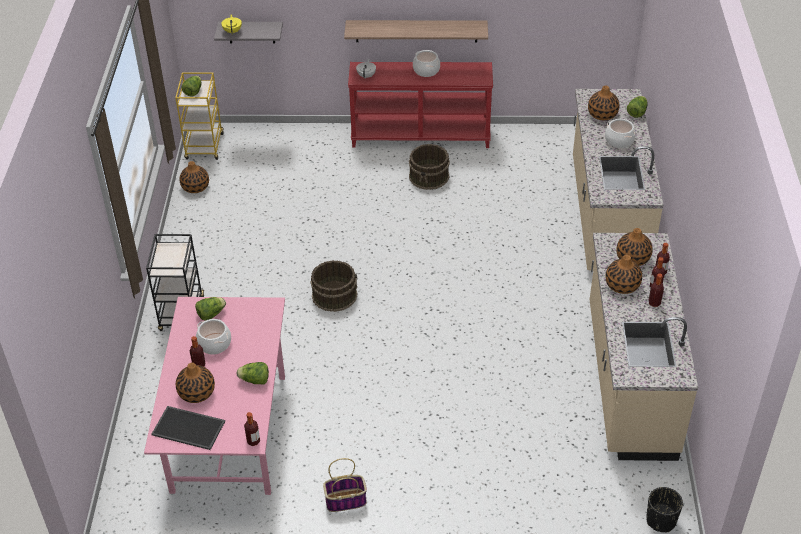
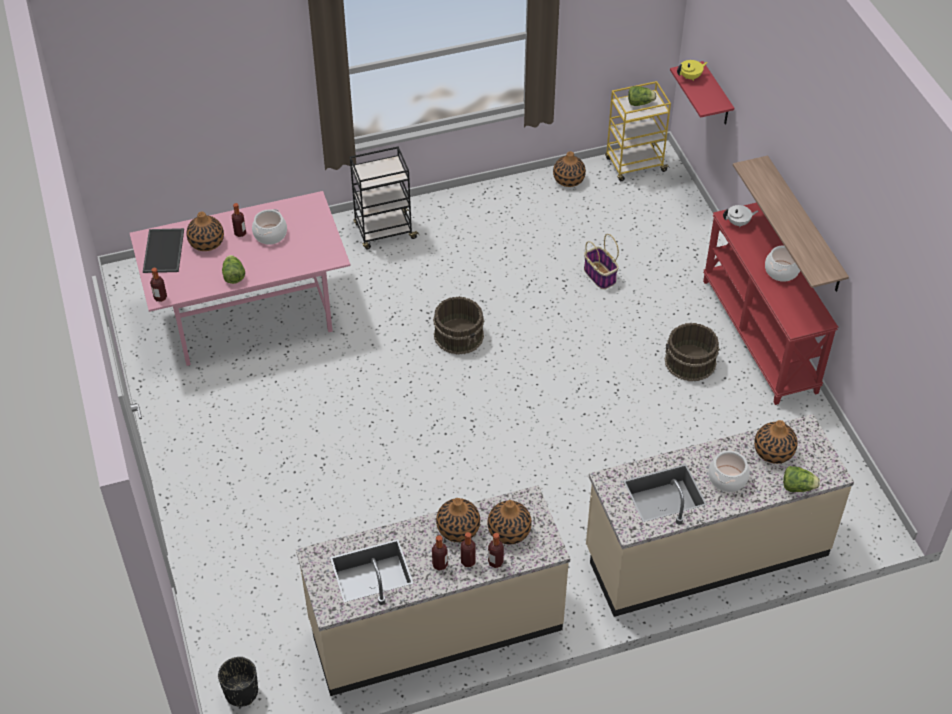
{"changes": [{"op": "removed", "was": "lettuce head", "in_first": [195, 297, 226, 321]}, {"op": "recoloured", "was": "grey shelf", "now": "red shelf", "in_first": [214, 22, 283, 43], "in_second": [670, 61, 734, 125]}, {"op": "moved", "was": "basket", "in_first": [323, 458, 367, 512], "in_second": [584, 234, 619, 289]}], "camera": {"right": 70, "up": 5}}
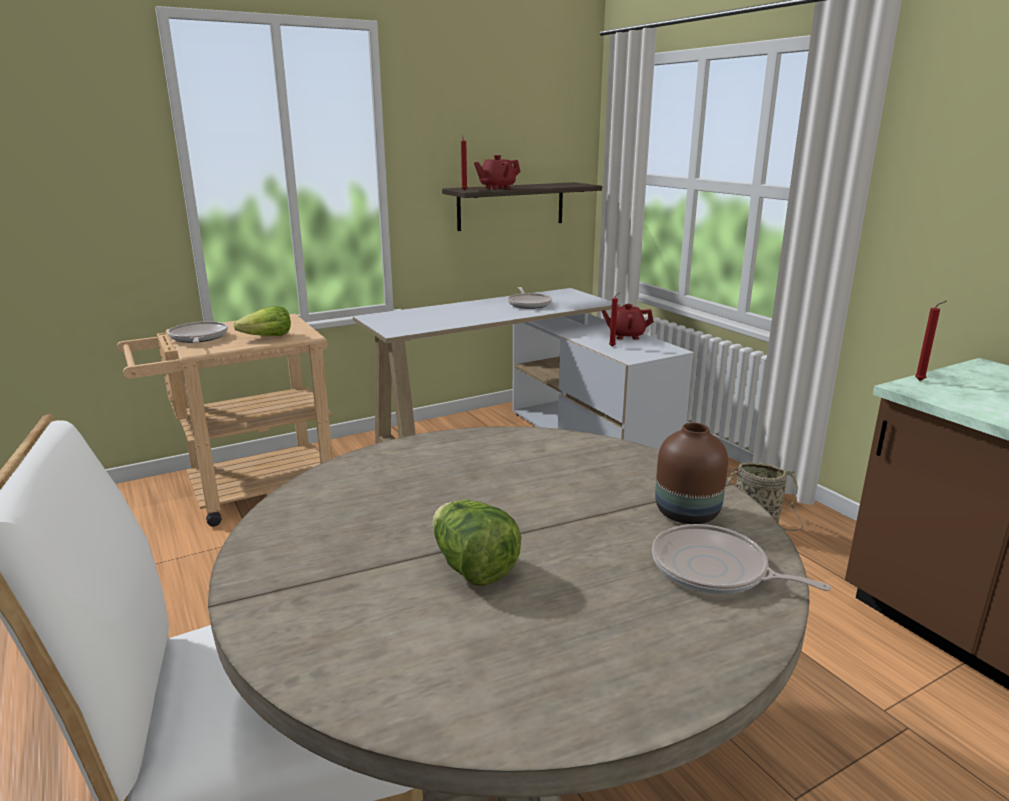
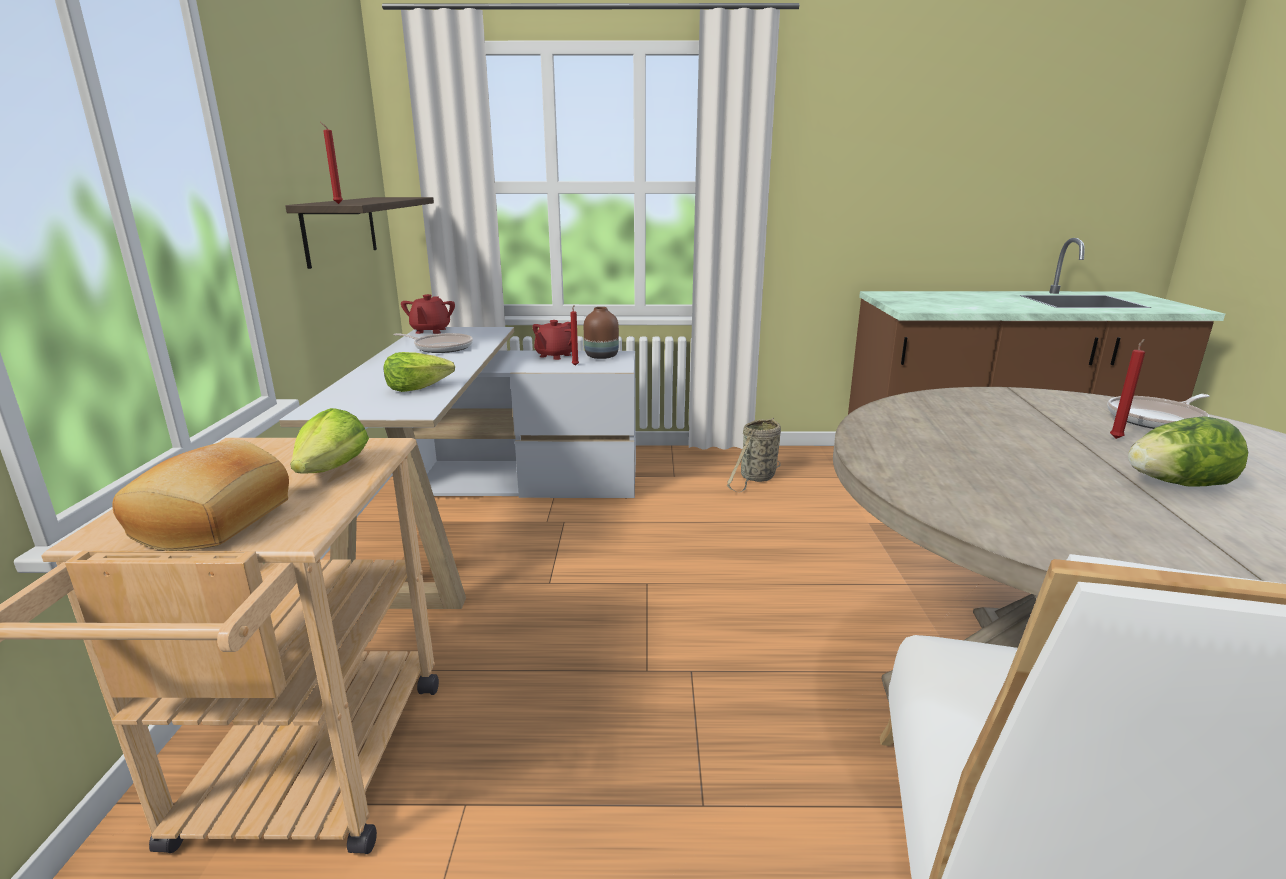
{"changes": [{"op": "replaced", "was": "skillet", "now": "baked bread", "in_first": [168, 321, 228, 343], "in_second": [112, 440, 289, 551]}, {"op": "moved", "was": "red tea pot", "in_first": [474, 155, 520, 190], "in_second": [401, 294, 455, 334]}, {"op": "moved", "was": "brownish decorative vase", "in_first": [655, 423, 728, 524], "in_second": [584, 307, 619, 359]}, {"op": "moved", "was": "red candle", "in_first": [915, 301, 947, 381], "in_second": [1110, 339, 1145, 439]}, {"op": "added", "now": "lettuce head", "in_second": [384, 352, 455, 392]}], "camera": {"right": -60, "up": 0}}
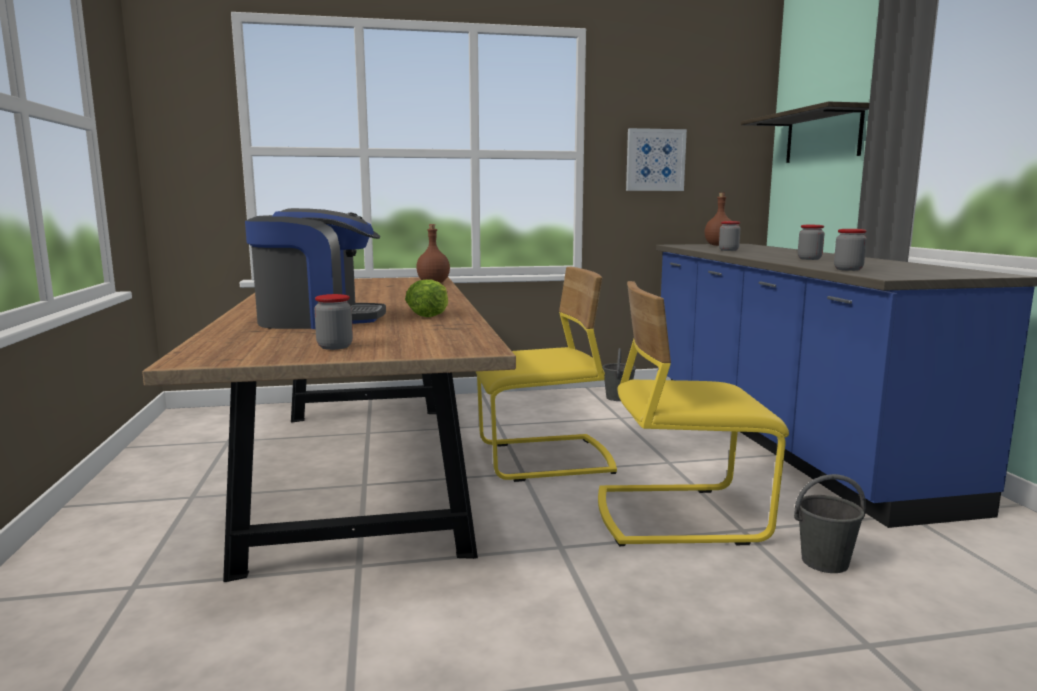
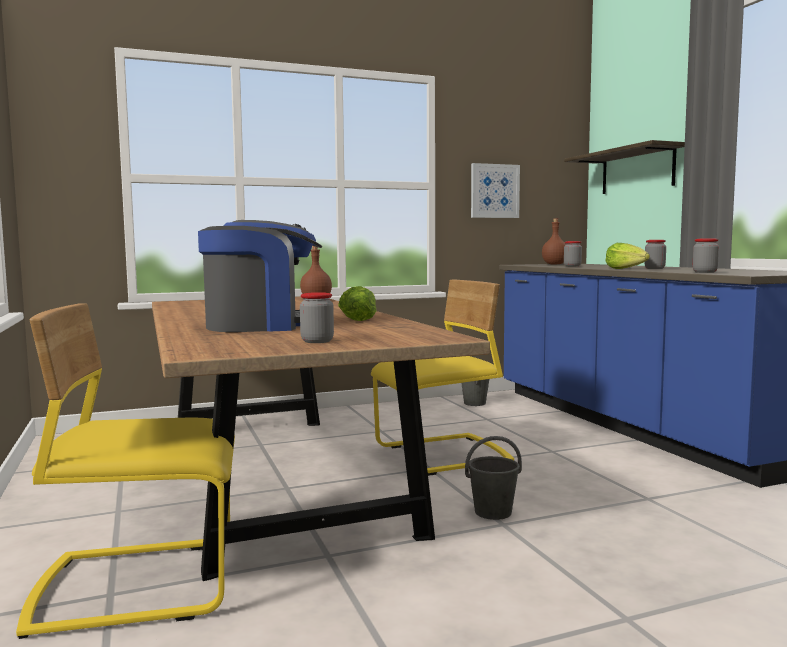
{"changes": [{"op": "moved", "was": "yellow upright chair", "in_first": [598, 281, 789, 547], "in_second": [16, 303, 235, 639]}, {"op": "moved", "was": "grey bucket", "in_first": [794, 474, 866, 573], "in_second": [465, 436, 522, 520]}, {"op": "added", "now": "lettuce head", "in_second": [606, 243, 650, 269]}], "camera": {"right": -10, "up": -5}}
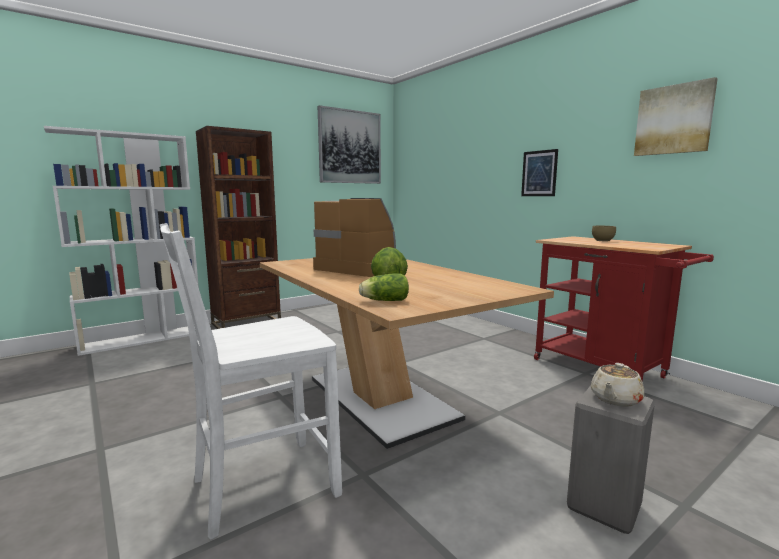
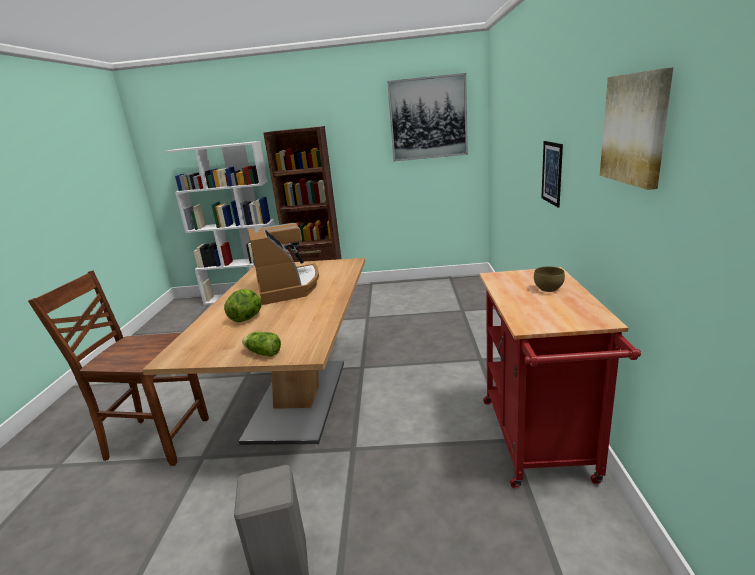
{"changes": [{"op": "recoloured", "was": "whitish upright chair", "now": "brownish upright chair", "in_first": [160, 223, 342, 540], "in_second": [28, 270, 209, 466]}, {"op": "moved", "was": "lettuce head", "in_first": [359, 273, 409, 301], "in_second": [242, 332, 281, 357]}, {"op": "removed", "was": "beige tea pot", "in_first": [591, 363, 644, 407]}], "camera": {"right": 40, "up": 10}}
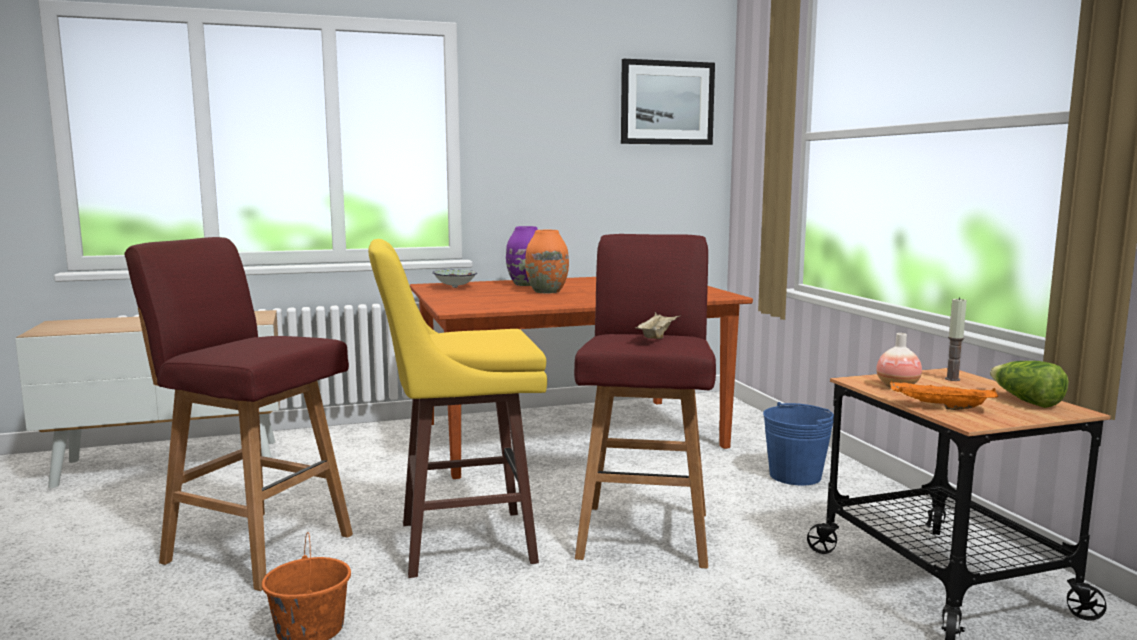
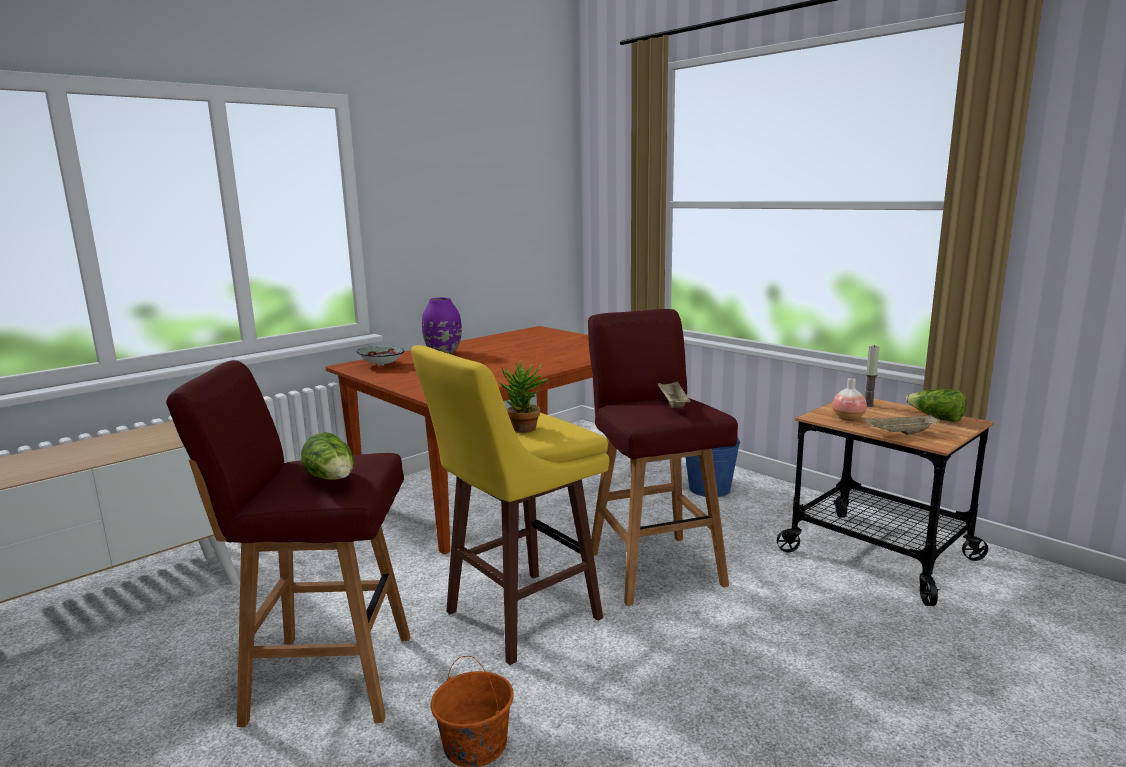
{"changes": [{"op": "removed", "was": "orangey decorative vase", "in_first": [525, 230, 569, 293]}, {"op": "removed", "was": "picture", "in_first": [621, 59, 715, 145]}, {"op": "recoloured", "was": "orangey carrying tray", "now": "beige carrying tray", "in_first": [890, 381, 998, 410], "in_second": [864, 414, 940, 435]}, {"op": "added", "now": "lettuce head", "in_second": [301, 432, 354, 480]}, {"op": "added", "now": "houseplant", "in_second": [499, 360, 548, 433]}], "camera": {"right": -25, "up": 5}}
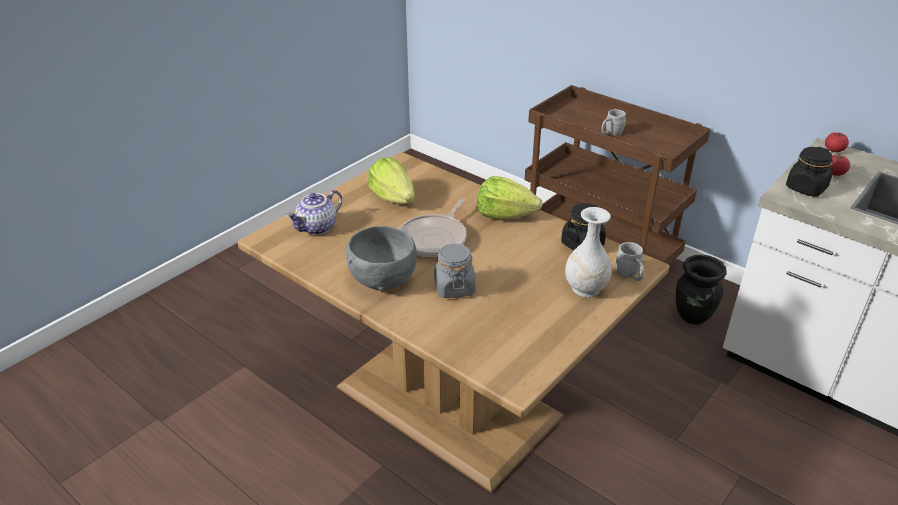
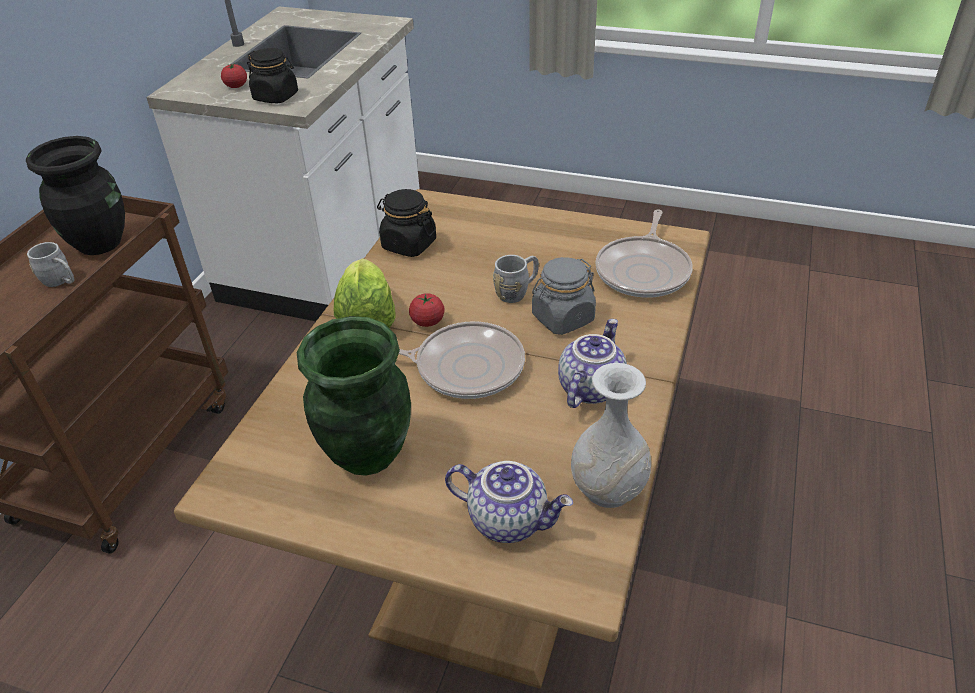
{"changes": [{"op": "replaced", "was": "grey deep dish", "now": "tea pot", "in_first": [346, 226, 417, 290], "in_second": [558, 319, 627, 408]}, {"op": "replaced", "was": "lettuce head", "now": "green decorative vase", "in_first": [368, 157, 415, 204], "in_second": [297, 316, 411, 476]}, {"op": "moved", "was": "whitish decorative vase", "in_first": [565, 207, 612, 297], "in_second": [571, 363, 651, 508]}, {"op": "moved", "was": "grey coffee mug", "in_first": [615, 242, 644, 281], "in_second": [493, 255, 539, 303]}, {"op": "moved", "was": "black-coloured decorative vase", "in_first": [676, 254, 727, 325], "in_second": [26, 136, 125, 255]}, {"op": "moved", "was": "whole tomato", "in_first": [825, 132, 849, 152], "in_second": [409, 293, 445, 327]}, {"op": "added", "now": "skillet", "in_second": [595, 209, 693, 298]}], "camera": {"right": -110, "up": 5}}
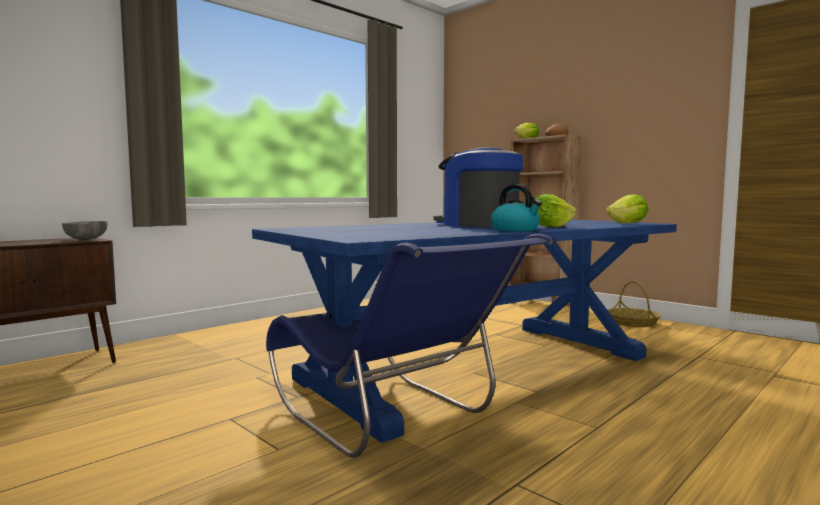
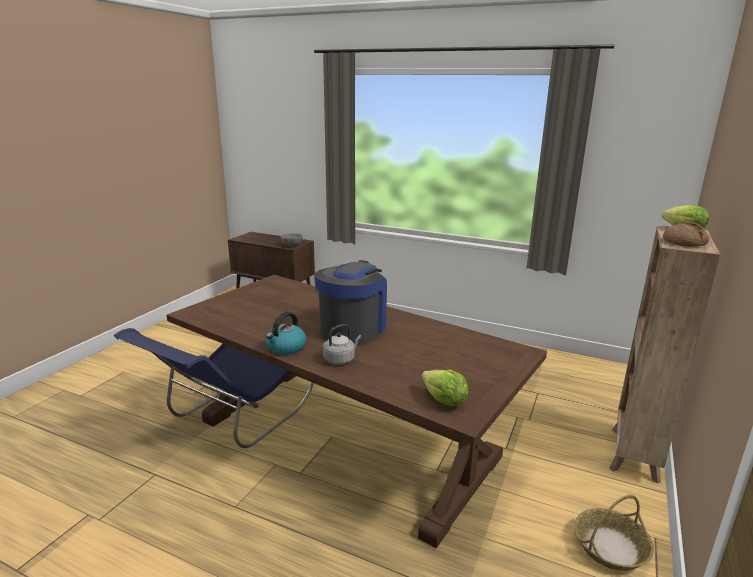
{"changes": [{"op": "recoloured", "was": "bluish kitchen table", "now": "brownish kitchen table", "in_first": [252, 220, 677, 443], "in_second": [167, 275, 547, 548]}, {"op": "replaced", "was": "lettuce head", "now": "grey kettle", "in_first": [532, 194, 577, 227], "in_second": [323, 324, 361, 365]}], "camera": {"right": 70, "up": 15}}
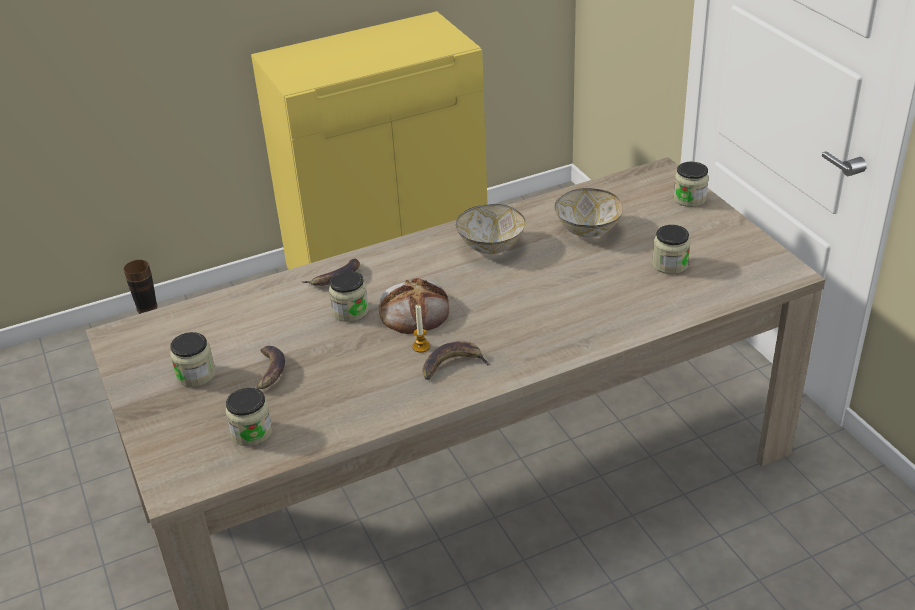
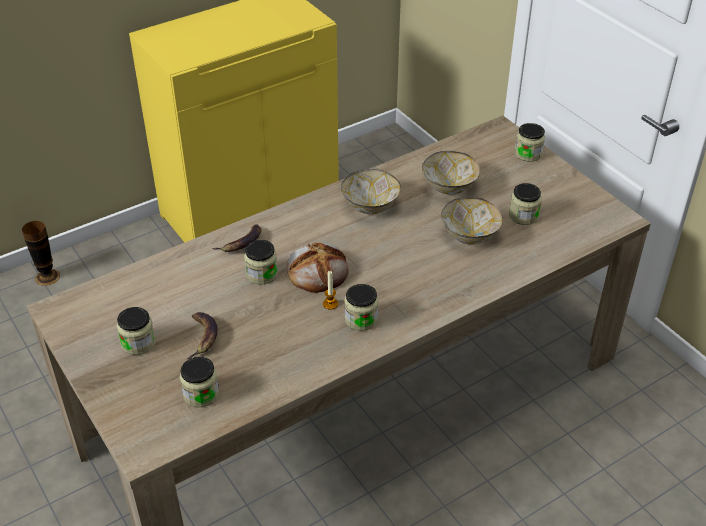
{"changes": [{"op": "replaced", "was": "banana fruit", "now": "jar", "in_first": [422, 341, 491, 380], "in_second": [344, 284, 378, 331]}, {"op": "added", "now": "deep dish", "in_second": [441, 197, 503, 245]}], "camera": {"right": -10, "up": 5}}
